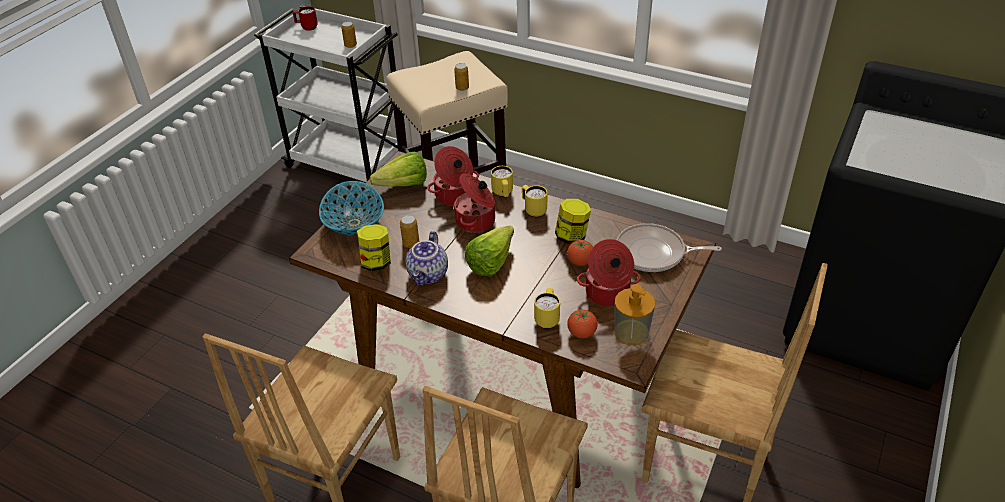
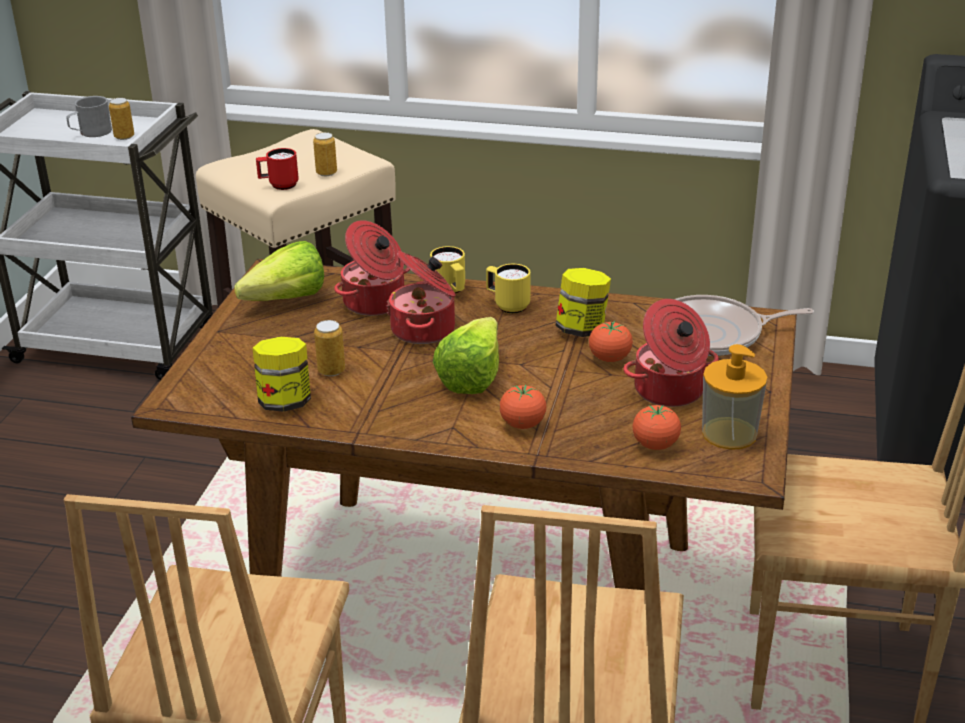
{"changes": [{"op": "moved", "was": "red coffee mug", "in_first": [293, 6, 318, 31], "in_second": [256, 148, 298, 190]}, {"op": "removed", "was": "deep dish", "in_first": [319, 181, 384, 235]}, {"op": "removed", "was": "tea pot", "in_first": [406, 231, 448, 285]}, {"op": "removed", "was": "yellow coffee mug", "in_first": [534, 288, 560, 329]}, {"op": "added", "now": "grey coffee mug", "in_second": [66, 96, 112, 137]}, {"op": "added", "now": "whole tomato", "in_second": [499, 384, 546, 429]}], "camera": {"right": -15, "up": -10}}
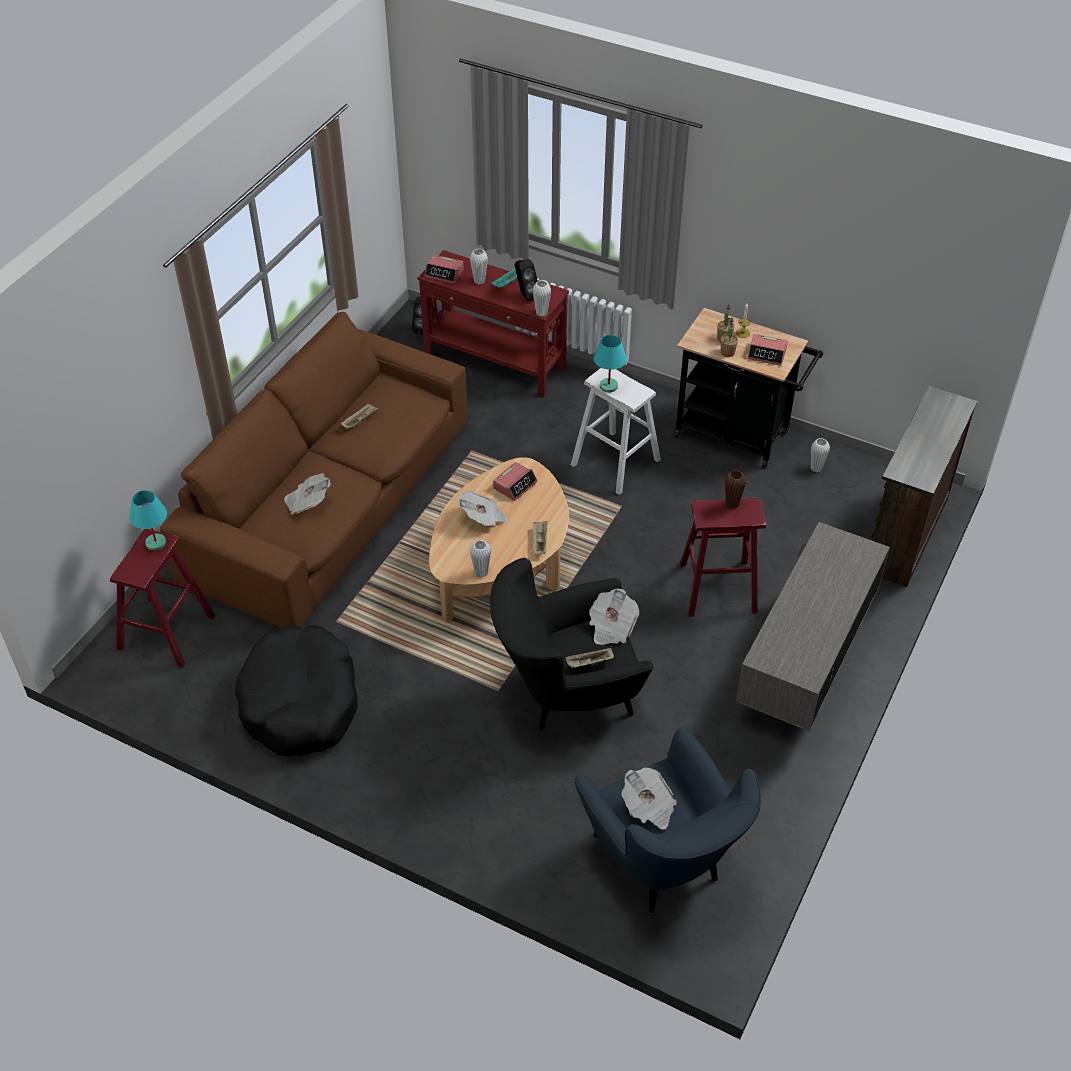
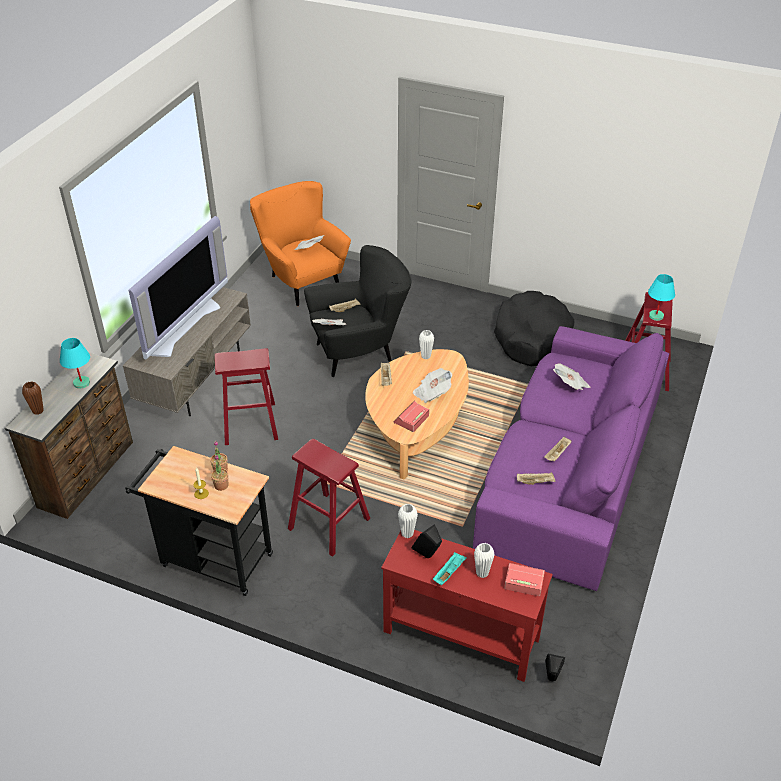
{"changes": [{"op": "recoloured", "was": "brownish settee", "now": "purple-coloured settee", "in_first": [160, 312, 468, 628], "in_second": [473, 326, 669, 591]}, {"op": "recoloured", "was": "whitish stool seat", "now": "red stool seat", "in_first": [571, 368, 661, 495], "in_second": [288, 439, 370, 557]}, {"op": "recoloured", "was": "bluish lounge chair", "now": "orangey lounge chair", "in_first": [575, 727, 761, 913], "in_second": [250, 181, 351, 306]}, {"op": "moved", "was": "blue-green tabletop lamp", "in_first": [593, 335, 627, 392], "in_second": [60, 338, 90, 389]}, {"op": "moved", "was": "brownish decorative vase", "in_first": [725, 470, 746, 509], "in_second": [22, 381, 44, 415]}, {"op": "removed", "was": "bedside clock", "in_first": [747, 334, 788, 366]}, {"op": "removed", "was": "whitish decorative vase", "in_first": [811, 438, 830, 472]}, {"op": "added", "now": "TV", "in_second": [129, 216, 228, 360]}, {"op": "added", "now": "beige carrying tray", "in_second": [517, 472, 556, 485]}], "camera": {"right": 175, "up": -5}}
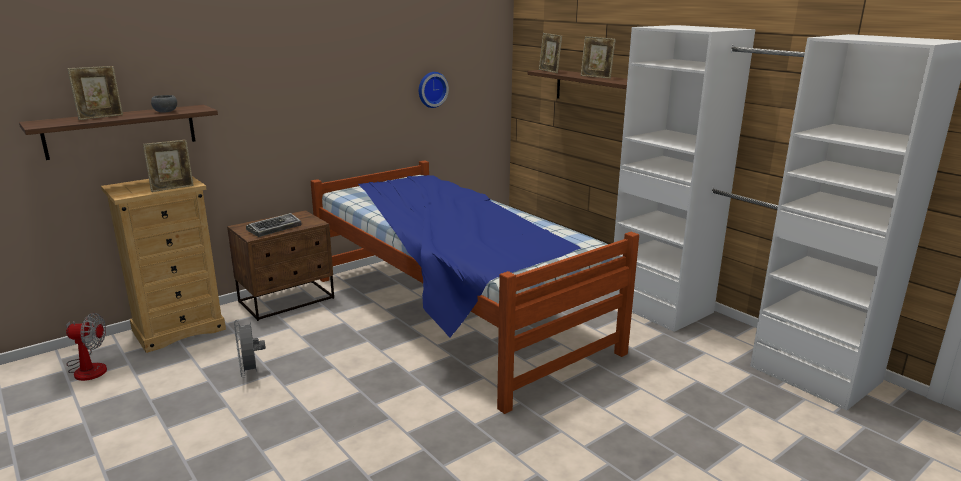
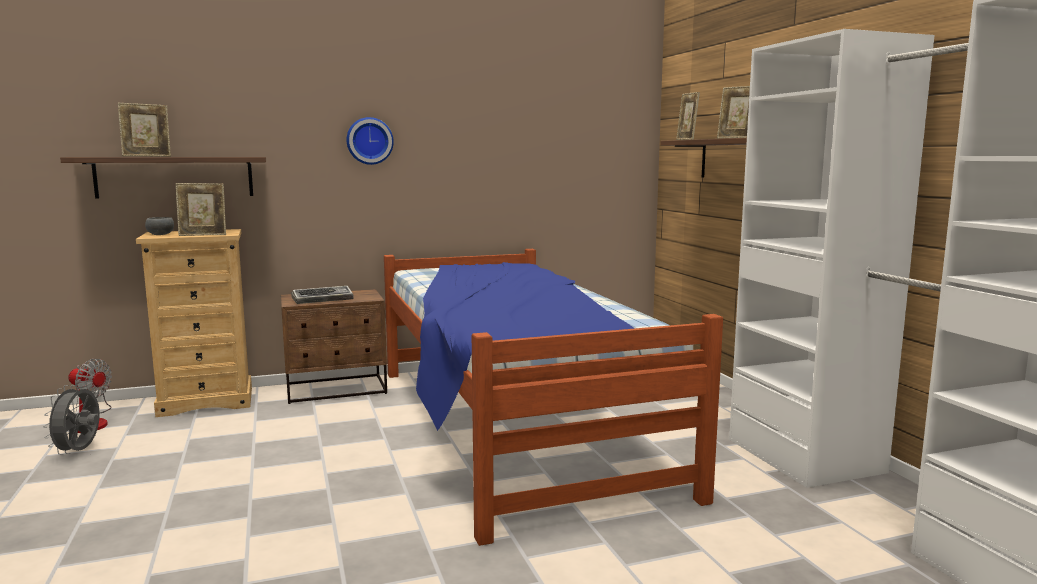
{"changes": [{"op": "moved", "was": "grey deep dish", "in_first": [151, 95, 177, 113], "in_second": [145, 217, 174, 235]}, {"op": "moved", "was": "grey fan", "in_first": [234, 320, 266, 378], "in_second": [43, 385, 100, 455]}, {"op": "moved", "was": "clock on the wall", "in_first": [419, 72, 449, 108], "in_second": [347, 117, 394, 165]}], "camera": {"right": 20, "up": -10}}
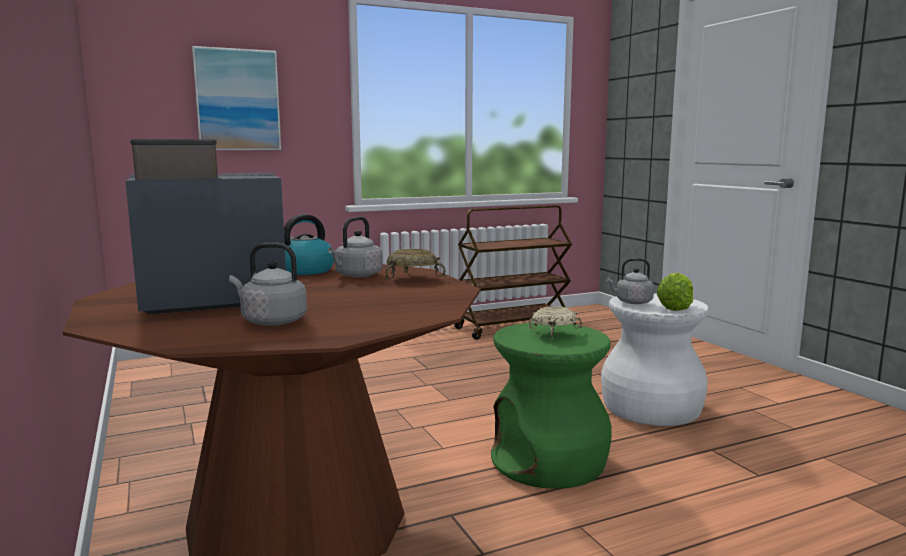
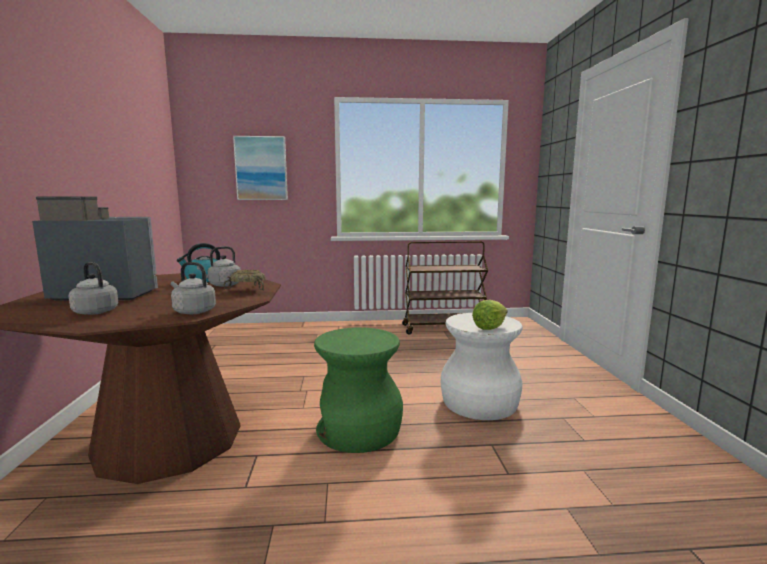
{"changes": [{"op": "removed", "was": "beige deep dish", "in_first": [528, 306, 583, 339]}, {"op": "moved", "was": "grey kettle", "in_first": [606, 258, 654, 304], "in_second": [171, 262, 216, 314]}], "camera": {"right": 20, "up": 0}}
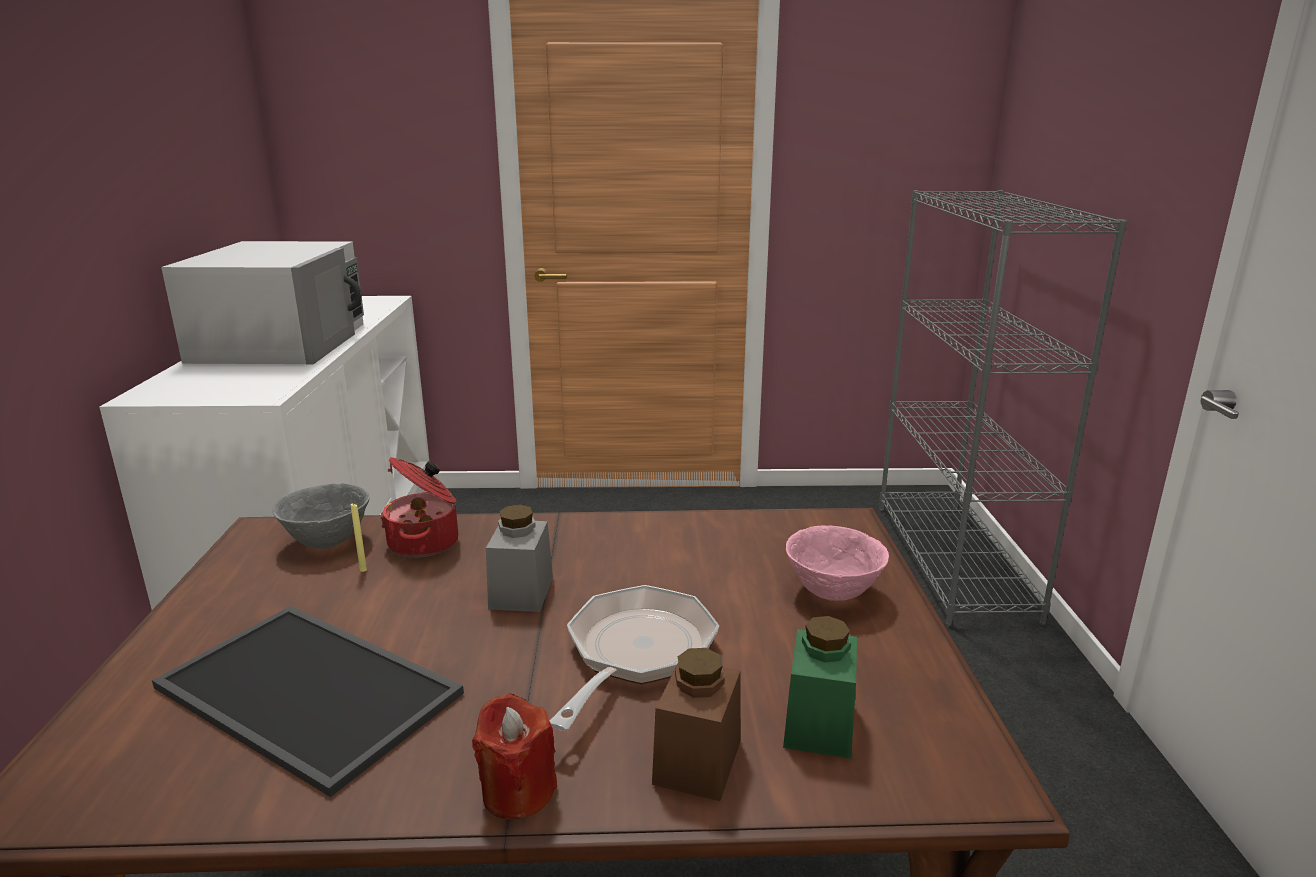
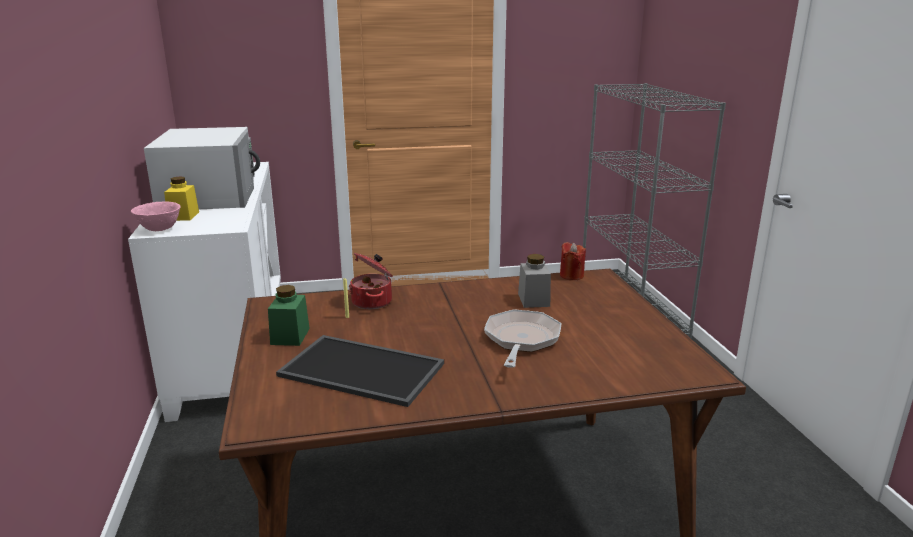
{"changes": [{"op": "removed", "was": "grey deep dish", "in_first": [272, 483, 370, 549]}, {"op": "moved", "was": "red candle", "in_first": [472, 693, 557, 819], "in_second": [560, 242, 586, 280]}, {"op": "moved", "was": "grey jar", "in_first": [486, 505, 553, 612], "in_second": [518, 254, 551, 308]}, {"op": "removed", "was": "brownish jar", "in_first": [652, 648, 741, 801]}, {"op": "moved", "was": "green jar", "in_first": [783, 616, 857, 759], "in_second": [268, 285, 310, 346]}, {"op": "moved", "was": "pinkish deep dish", "in_first": [786, 525, 889, 601], "in_second": [131, 202, 181, 231]}, {"op": "added", "now": "yellow jar", "in_second": [164, 176, 199, 221]}], "camera": {"right": -10, "up": 0}}
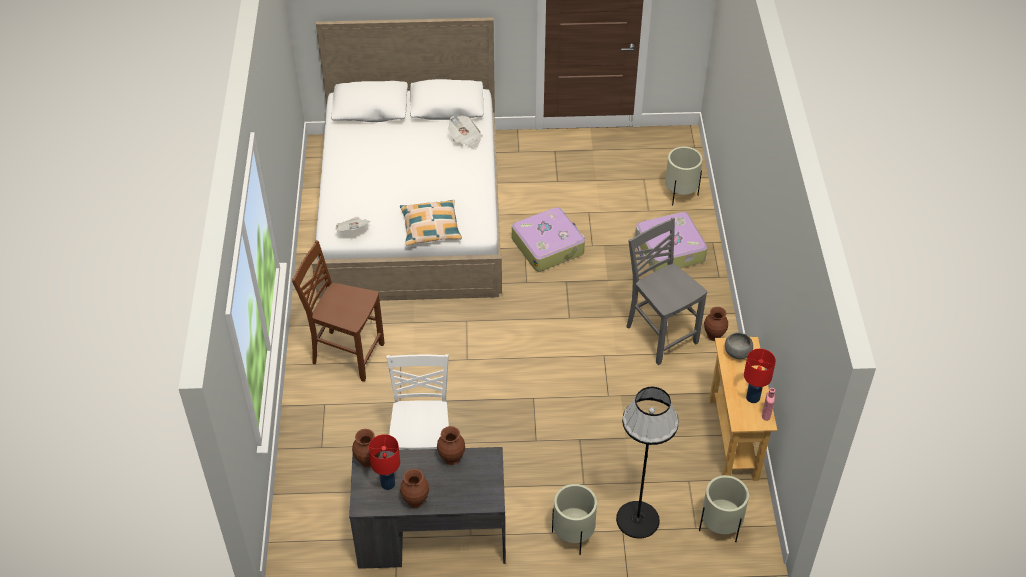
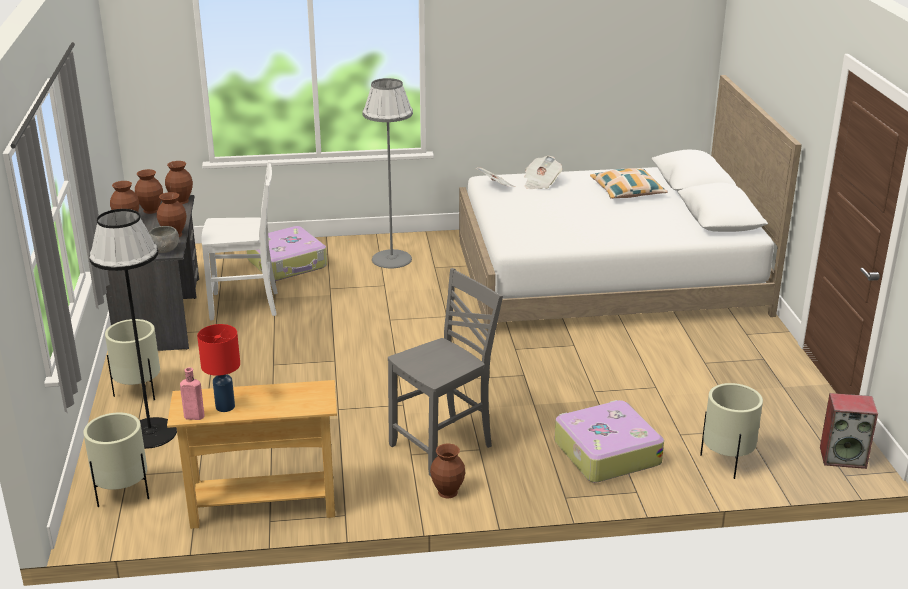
{"changes": [{"op": "replaced", "was": "brownish upright chair", "now": "grey standard lamp", "in_first": [292, 240, 384, 382], "in_second": [362, 78, 413, 268]}, {"op": "replaced", "was": "red tabletop lamp", "now": "brownish decorative vase", "in_first": [369, 434, 400, 490], "in_second": [135, 169, 163, 214]}, {"op": "moved", "was": "pillow", "in_first": [400, 200, 462, 245], "in_second": [590, 168, 668, 199]}, {"op": "moved", "was": "printed paper", "in_first": [448, 116, 483, 150], "in_second": [524, 156, 562, 189]}, {"op": "moved", "was": "piece of luggage", "in_first": [512, 207, 585, 272], "in_second": [246, 226, 327, 281]}, {"op": "moved", "was": "grey deep dish", "in_first": [725, 332, 753, 359], "in_second": [149, 226, 179, 253]}, {"op": "added", "now": "speaker", "in_second": [820, 393, 878, 469]}], "camera": {"right": 85, "up": -20}}
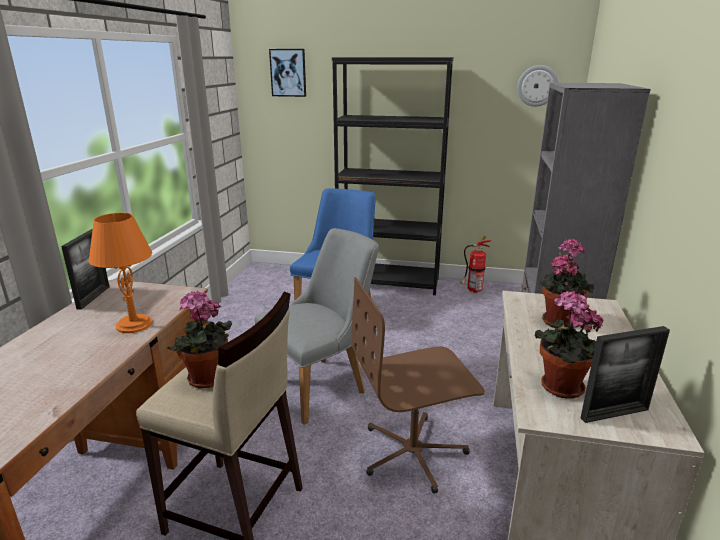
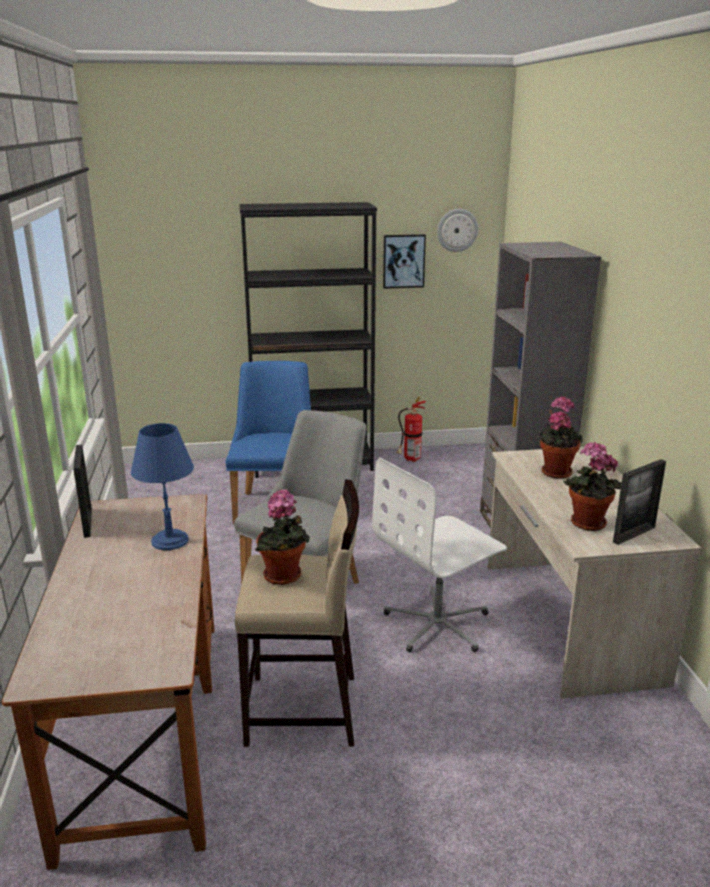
{"changes": [{"op": "recoloured", "was": "orangey tabletop lamp", "now": "bluish tabletop lamp", "in_first": [89, 213, 152, 333], "in_second": [131, 423, 194, 550]}, {"op": "moved", "was": "picture", "in_first": [269, 49, 306, 97], "in_second": [383, 234, 426, 289]}, {"op": "recoloured", "was": "brownish office chair", "now": "whitish office chair", "in_first": [351, 277, 485, 494], "in_second": [372, 458, 507, 652]}], "camera": {"right": -20, "up": 0}}
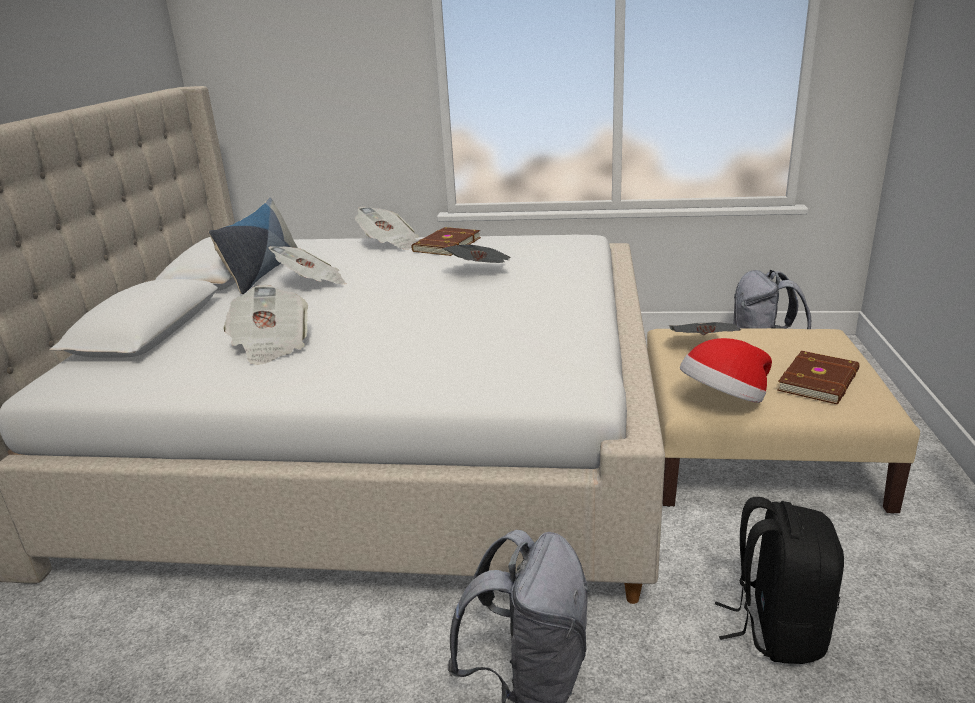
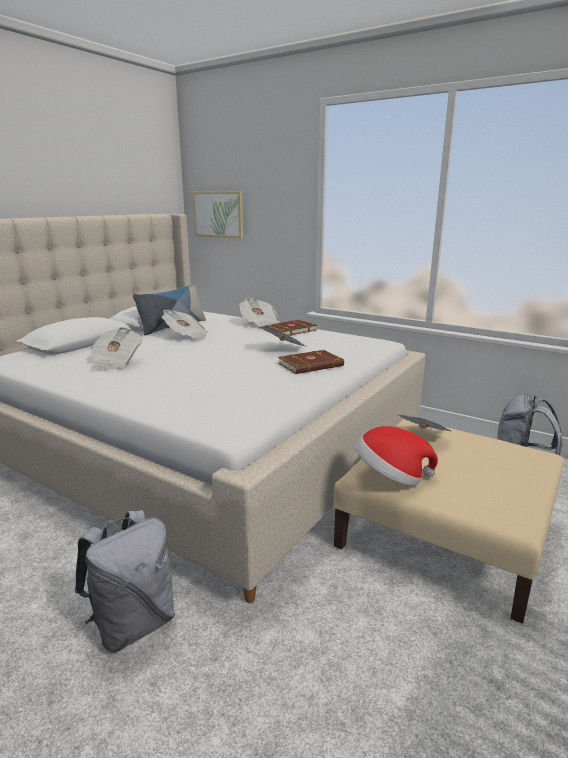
{"changes": [{"op": "removed", "was": "black-coloured knapsack", "in_first": [715, 497, 844, 664]}, {"op": "moved", "was": "brownish book", "in_first": [777, 351, 860, 404], "in_second": [278, 350, 344, 374]}, {"op": "added", "now": "picture", "in_second": [193, 191, 243, 239]}], "camera": {"right": 25, "up": -5}}
